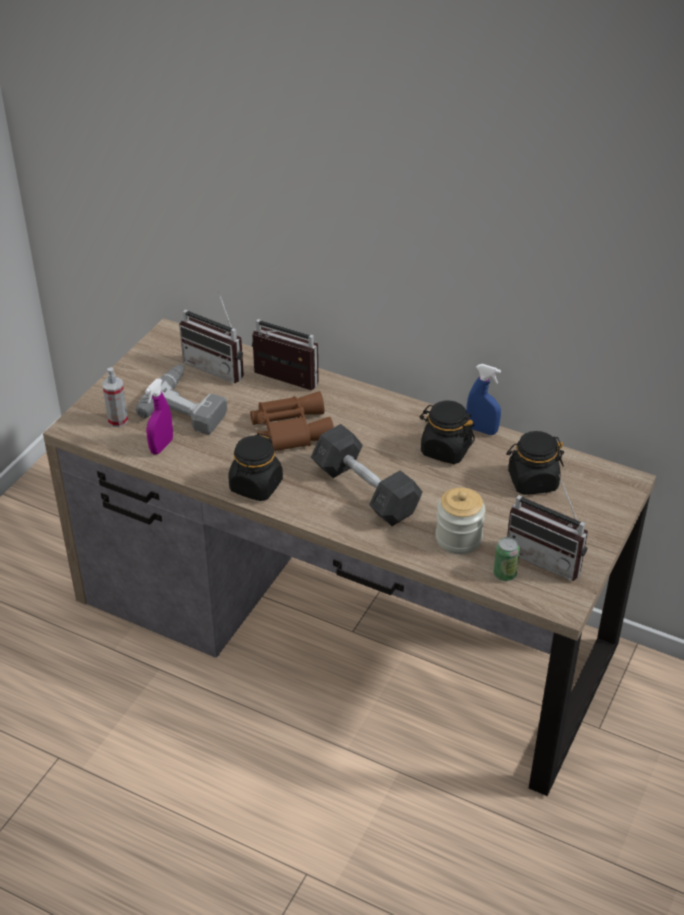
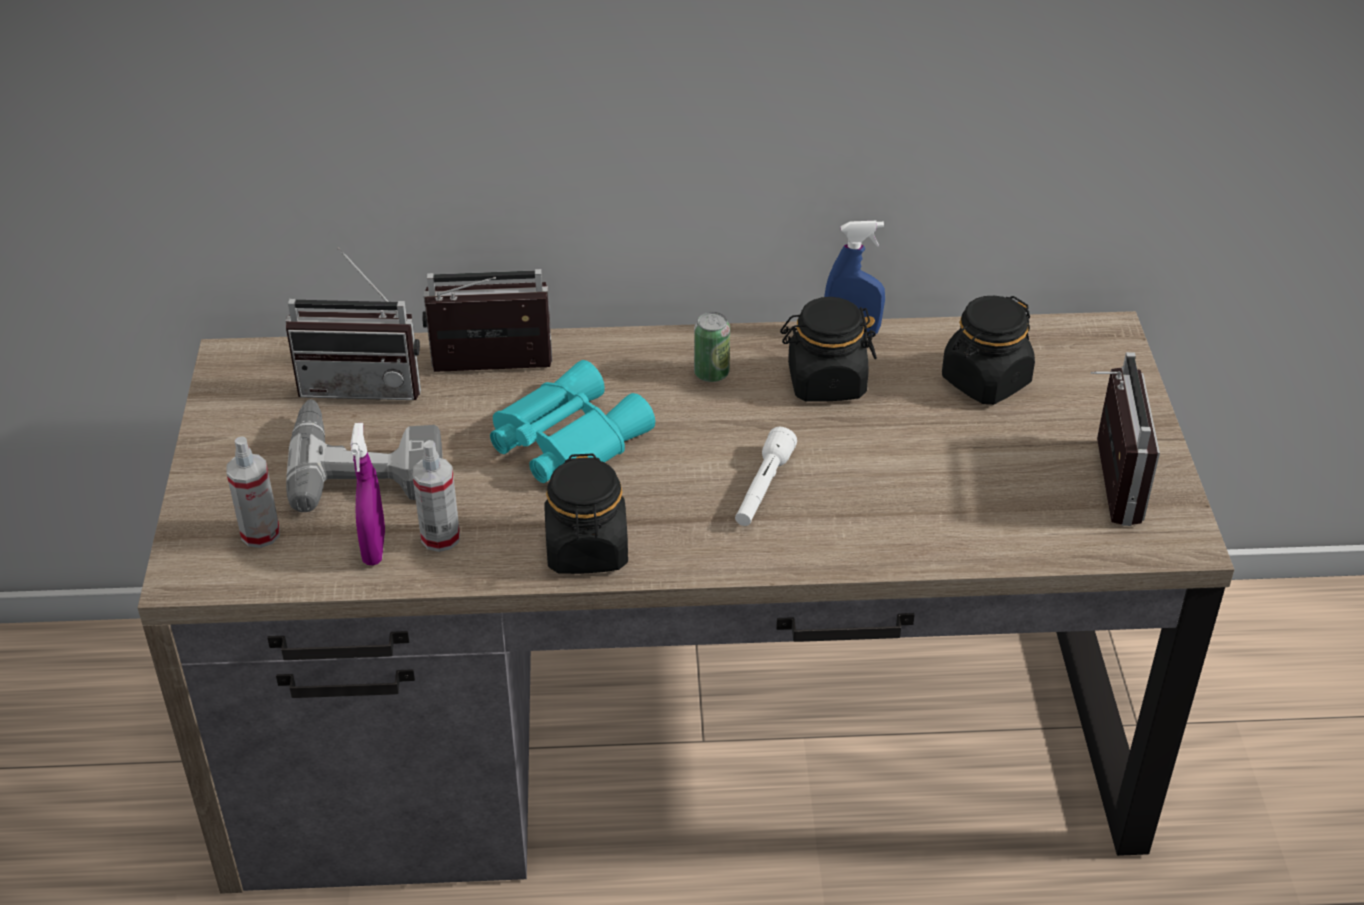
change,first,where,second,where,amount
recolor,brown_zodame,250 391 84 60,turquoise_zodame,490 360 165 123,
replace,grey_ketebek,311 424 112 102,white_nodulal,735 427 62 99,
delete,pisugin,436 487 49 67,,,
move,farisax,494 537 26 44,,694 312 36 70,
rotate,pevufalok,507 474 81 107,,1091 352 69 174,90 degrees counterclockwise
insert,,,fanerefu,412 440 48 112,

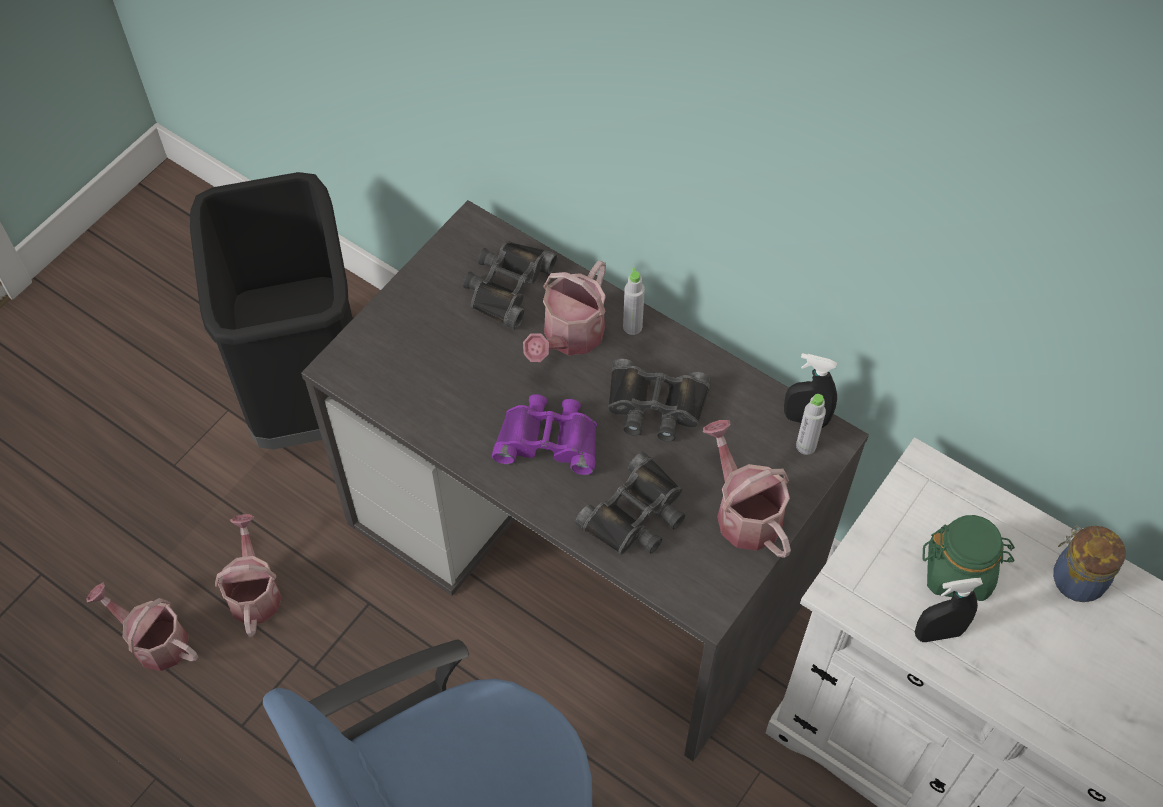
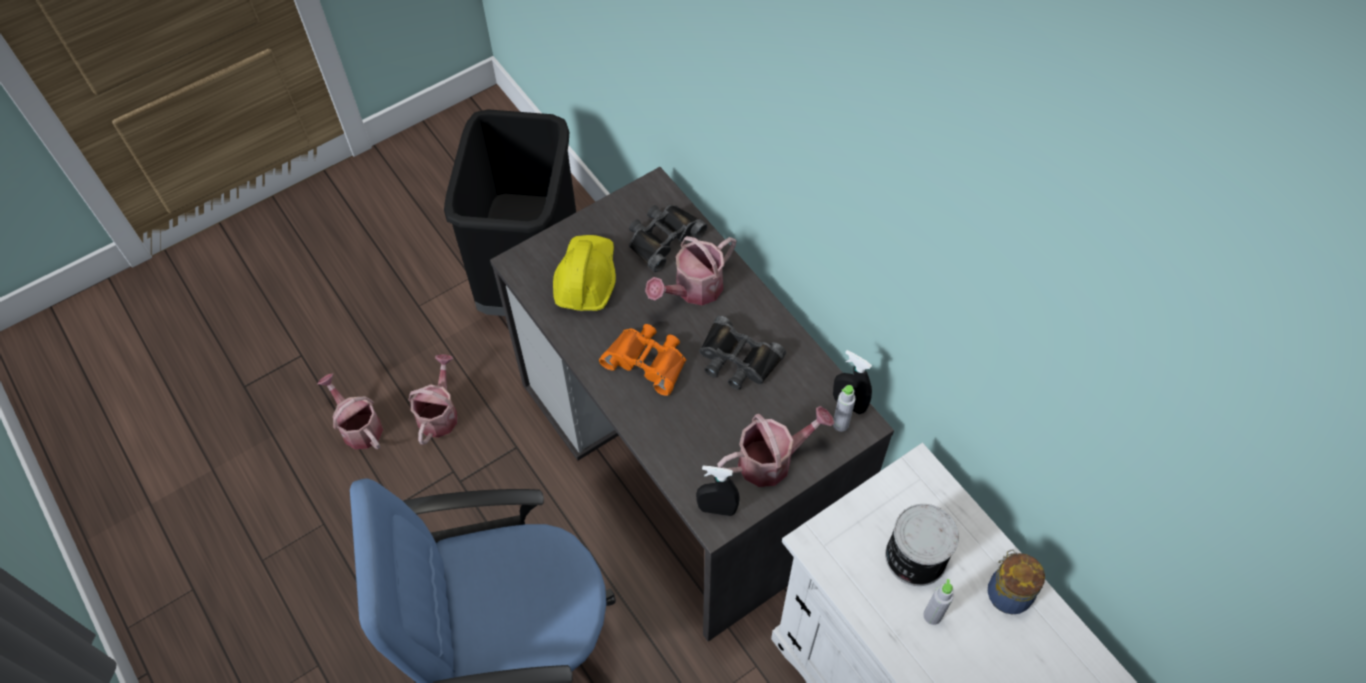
change,first,where,second,where,amount
recolor,purple_zodame,492 394 105 81,orange_zodame,599 324 87 72,
delete,black_zodame,575 452 110 103,,,
move,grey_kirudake,623 268 22 67,,923 579 31 46,
rotate,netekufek,703 420 88 138,,717 406 117 81,75 degrees clockwise
move,black_fanerefu,915 578 68 64,,696 465 43 51,
replace,green_pisugin,922 515 93 86,farisax,885 504 74 82,
insert,,,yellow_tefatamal,553 235 63 76,

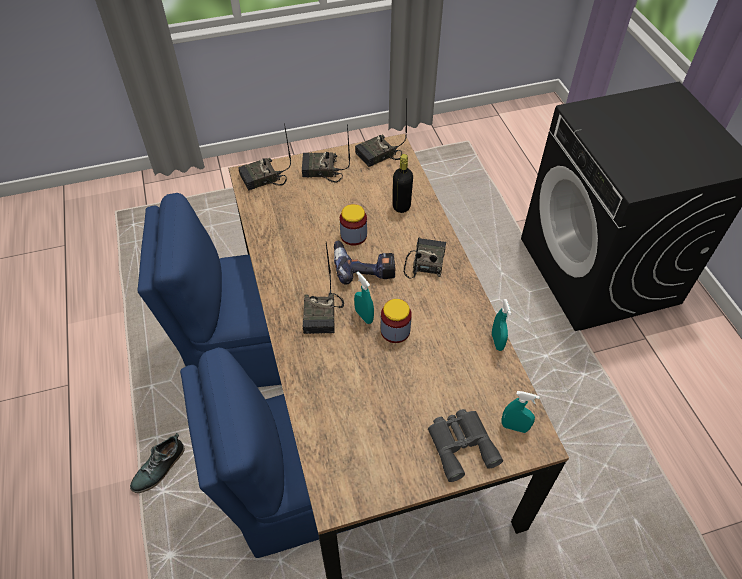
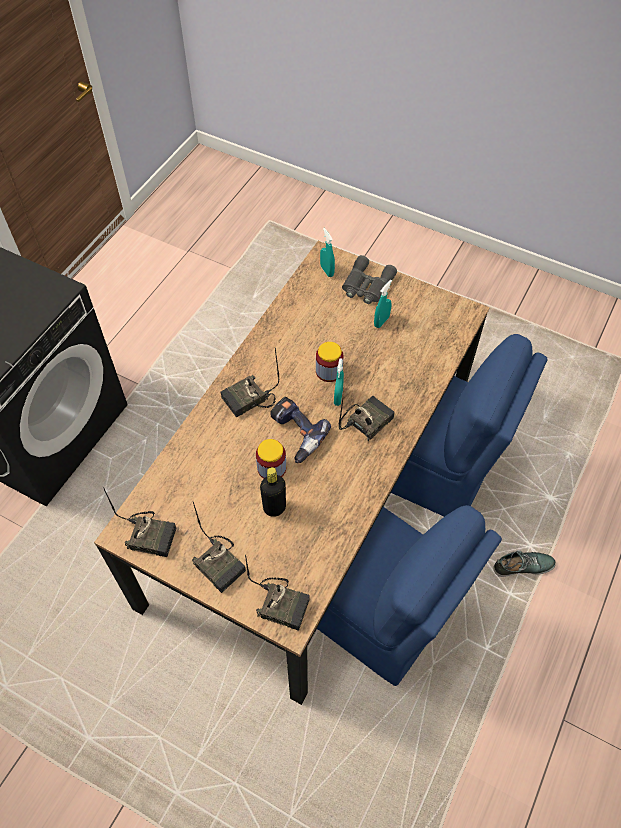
change,first,where,second,where,amount
move,black_kirudake,393 154 20 59,,260 467 26 50,
move,turquoise_fanerefu,492 299 19 52,,374 280 18 48,

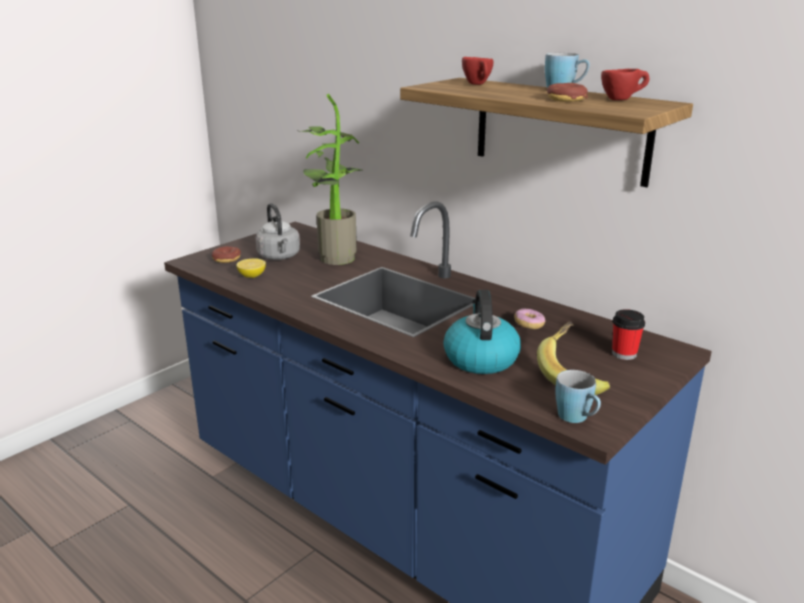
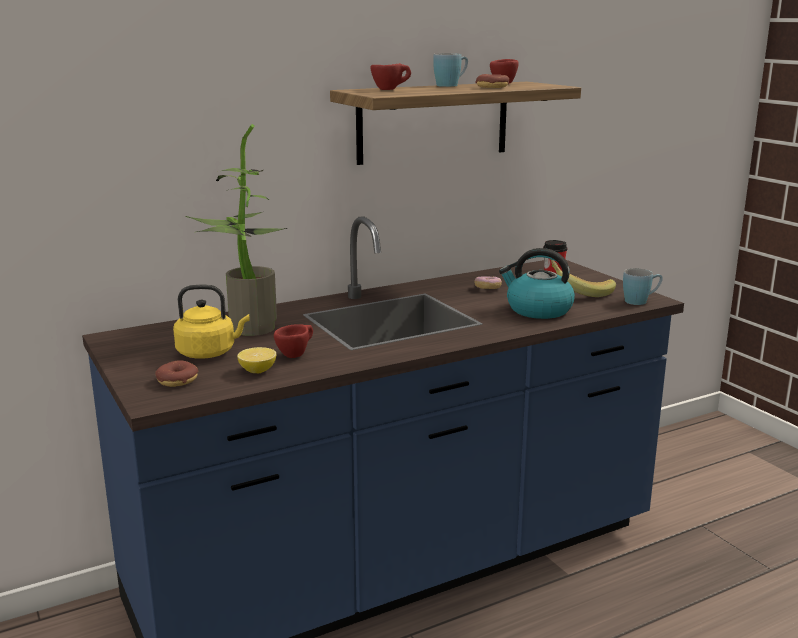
change,first,where,second,where,amount
recolor,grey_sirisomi,256 203 44 57,yellow_sirisomi,173 285 77 74,
insert,,,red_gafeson,274 324 39 34,

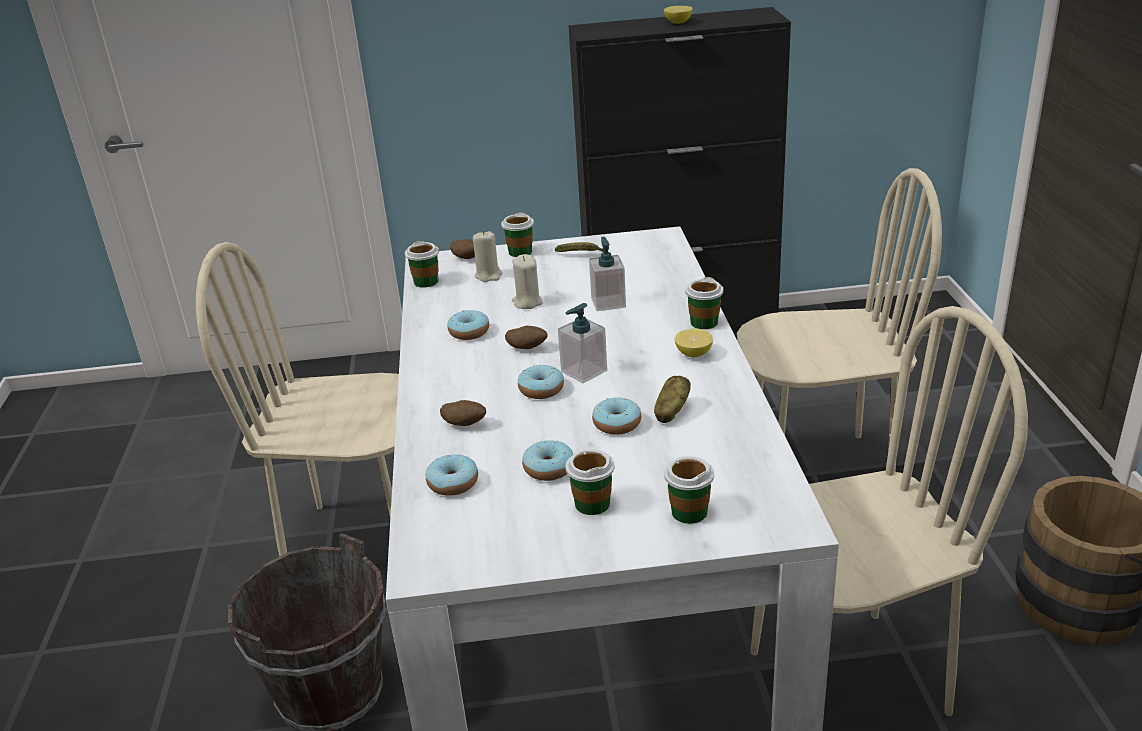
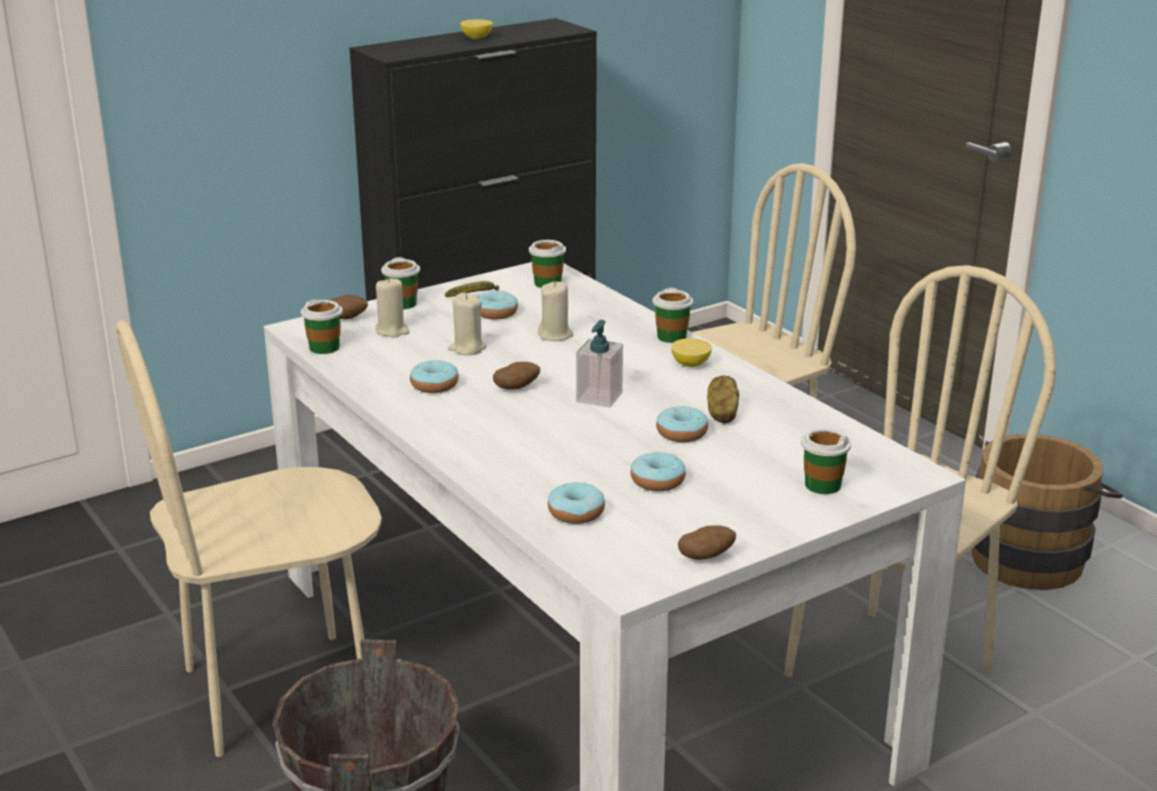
change,first,where,second,where,amount
move,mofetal,440 400 46 26,,678 526 58 34,
move,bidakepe,517 365 47 34,,477 291 41 29,
move,gafeson,565 449 50 66,,529 240 37 48,
replace,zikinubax,589 237 37 74,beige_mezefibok,538 281 35 60,

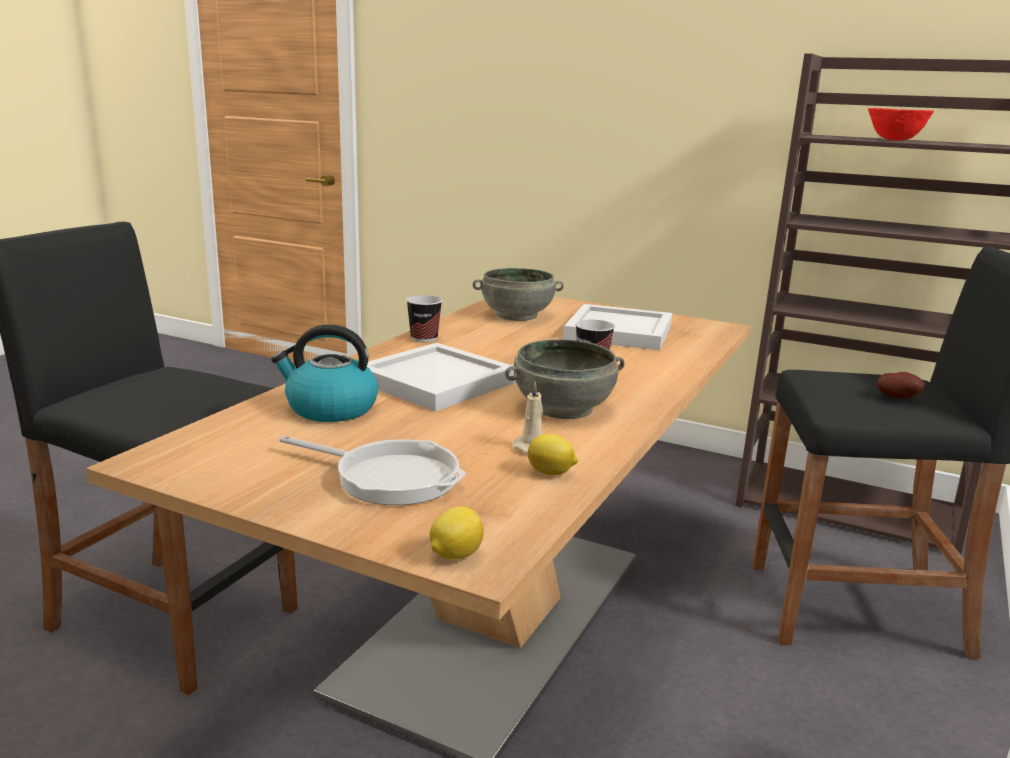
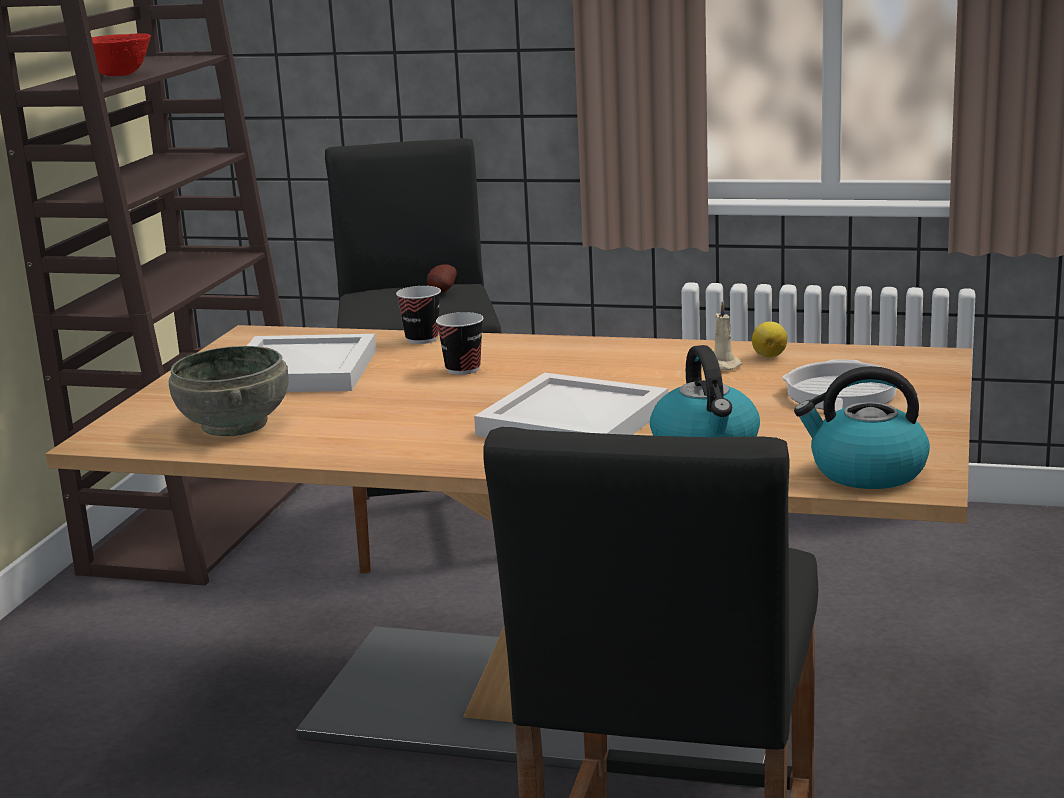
change,first,where,second,where,amount
move,gafeson,406 295 37 47,,396 286 45 58,
delete,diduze,430 507 54 53,,,
delete,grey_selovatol,505 339 119 80,,,
insert,,,sirisomi,794 366 136 123,

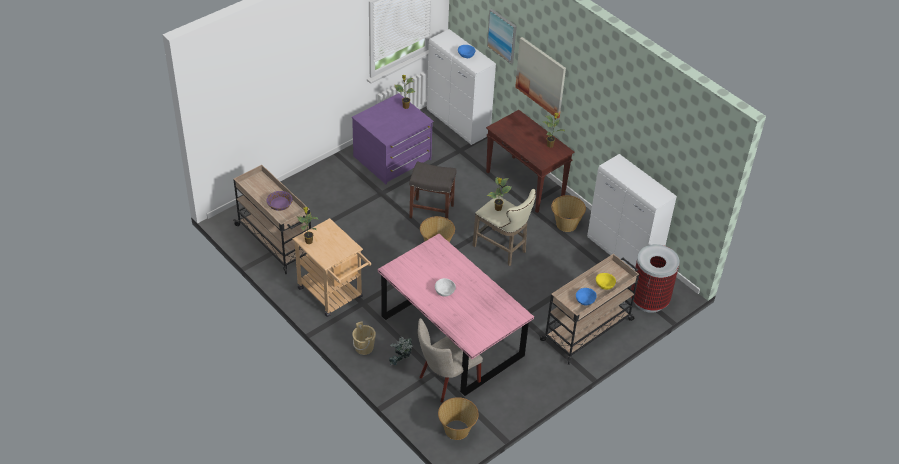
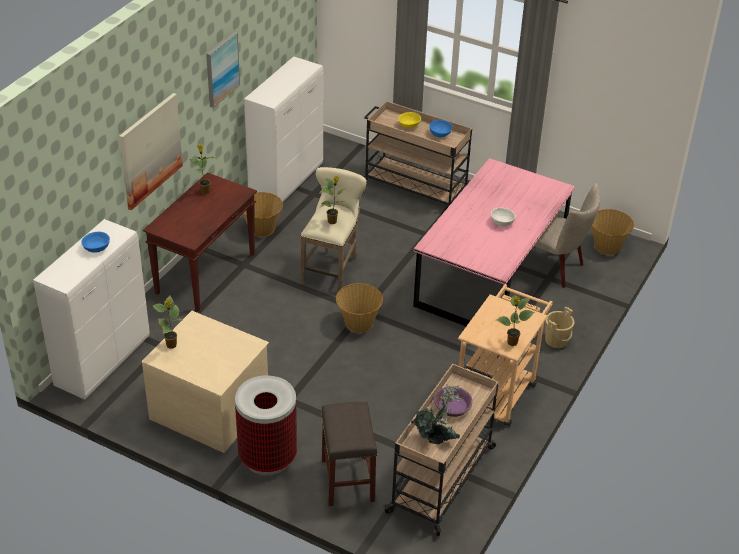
change,first,where,second,where,amount
recolor,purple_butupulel,352 93 82 91,beige_butupulel,142 311 127 142,
move,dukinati,389 337 24 28,,411 384 50 60,
move,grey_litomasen,409 161 48 58,,321 402 57 104,
move,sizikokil,487 9 29 55,,206 32 34 76,
move,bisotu,631 244 49 69,,235 375 62 100,

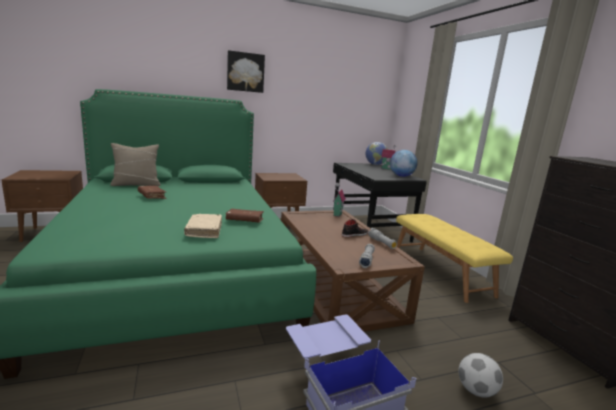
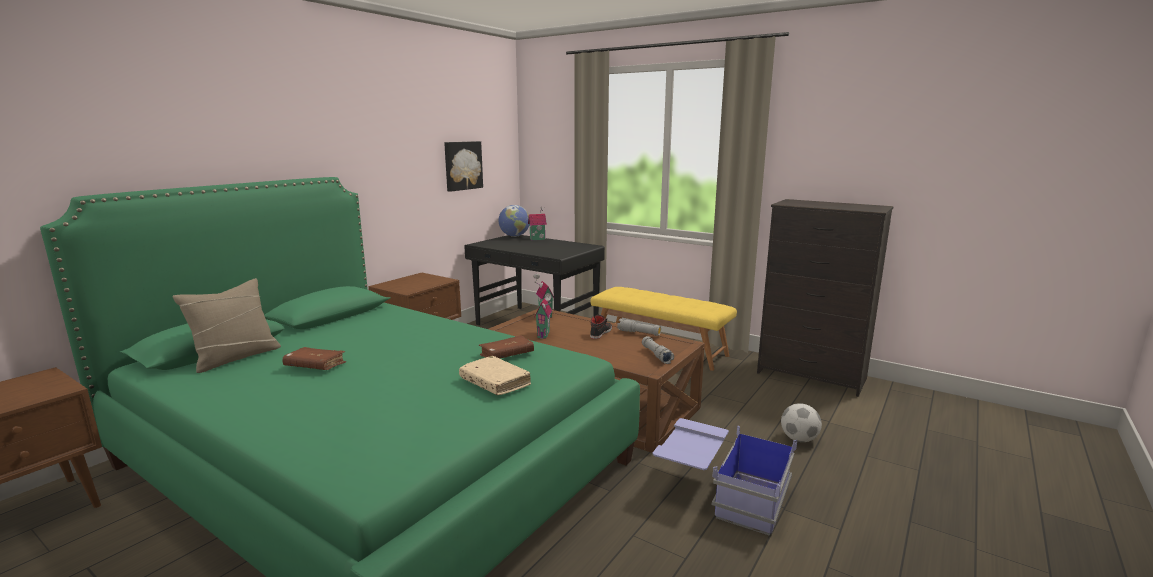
change,first,where,second,where,amount
move,sizikokil,227 50 38 43,,444 141 39 51,
delete,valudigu,390 150 28 27,,,
insert,,,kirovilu,534 293 18 46,

